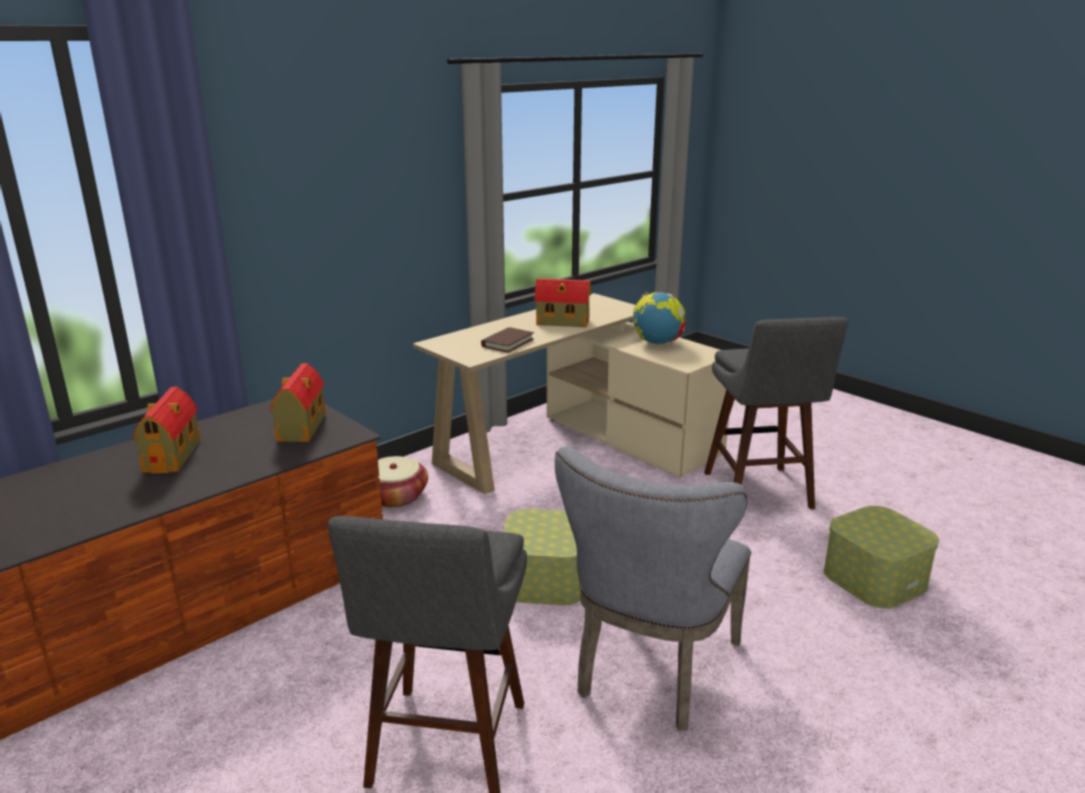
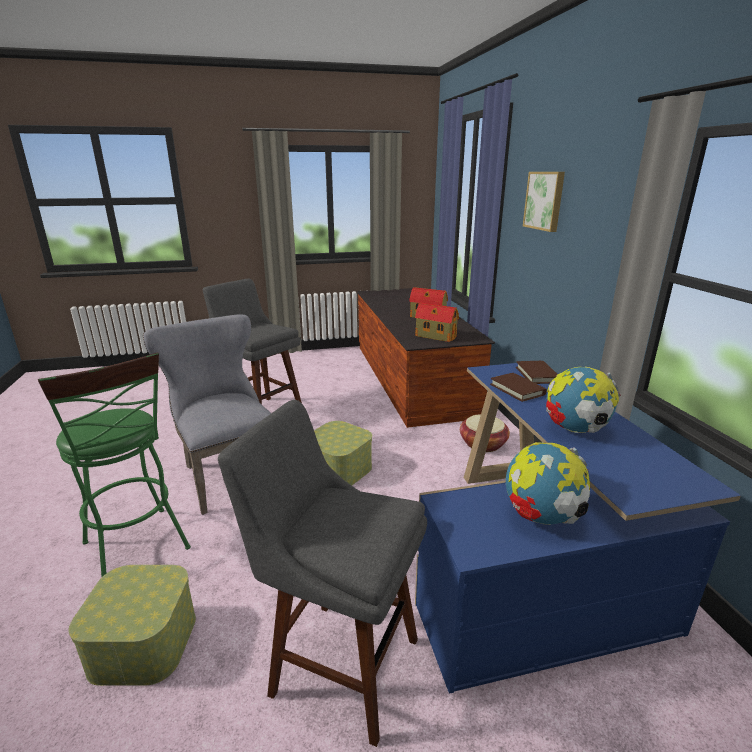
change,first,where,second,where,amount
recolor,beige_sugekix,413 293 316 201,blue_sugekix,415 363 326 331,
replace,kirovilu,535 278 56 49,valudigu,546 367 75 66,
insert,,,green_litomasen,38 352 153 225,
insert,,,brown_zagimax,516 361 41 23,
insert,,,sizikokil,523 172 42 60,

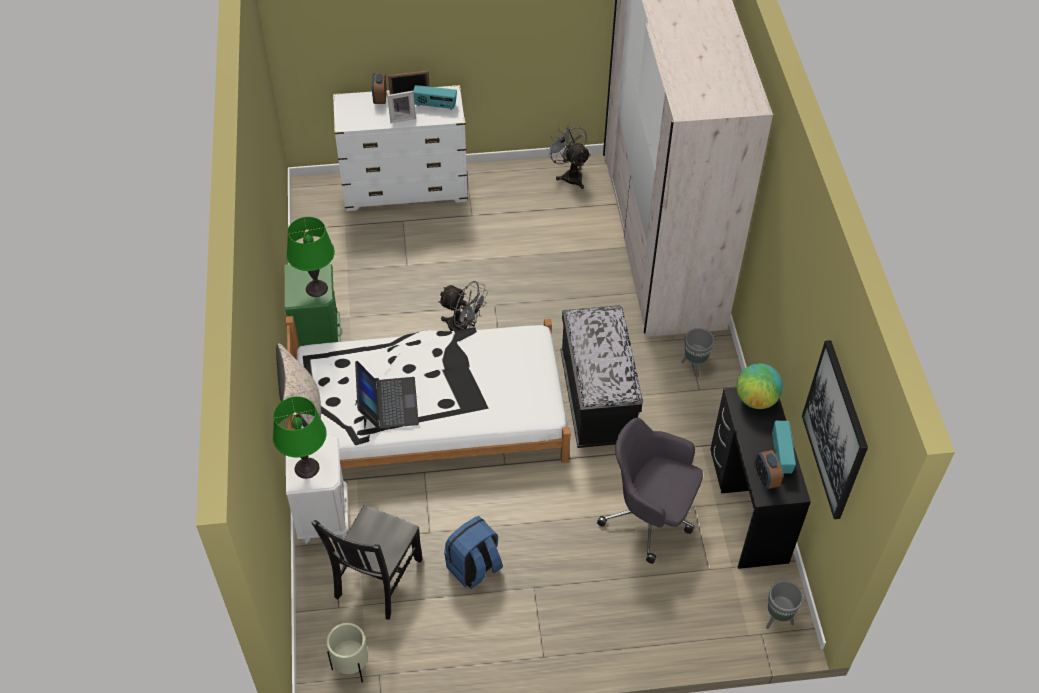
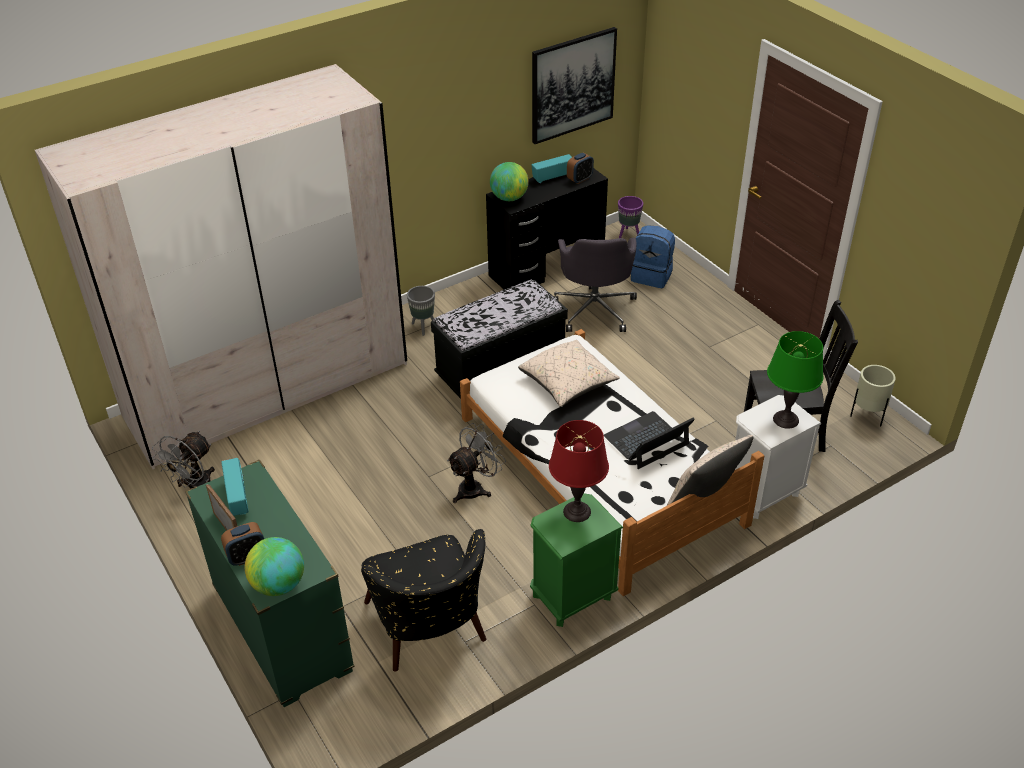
change,first,where,second,where,amount
recolor,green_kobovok,286 217 49 80,red_kobovok,549 420 60 102,
recolor,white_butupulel,333 85 135 126,green_butupulel,185 459 170 248,
delete,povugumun,387 91 29 32,,,
rotate,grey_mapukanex,438 281 50 50,,447 423 59 80,45 degrees clockwise
move,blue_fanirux,444 516 59 73,,631 225 44 63,
recolor,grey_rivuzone,766 581 37 48,purple_rivuzone,618 196 25 42,
insert,,,valudigu,245 537 59 59,
insert,,,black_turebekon,361 529 125 143,
insert,,,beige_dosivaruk,518 340 102 67,

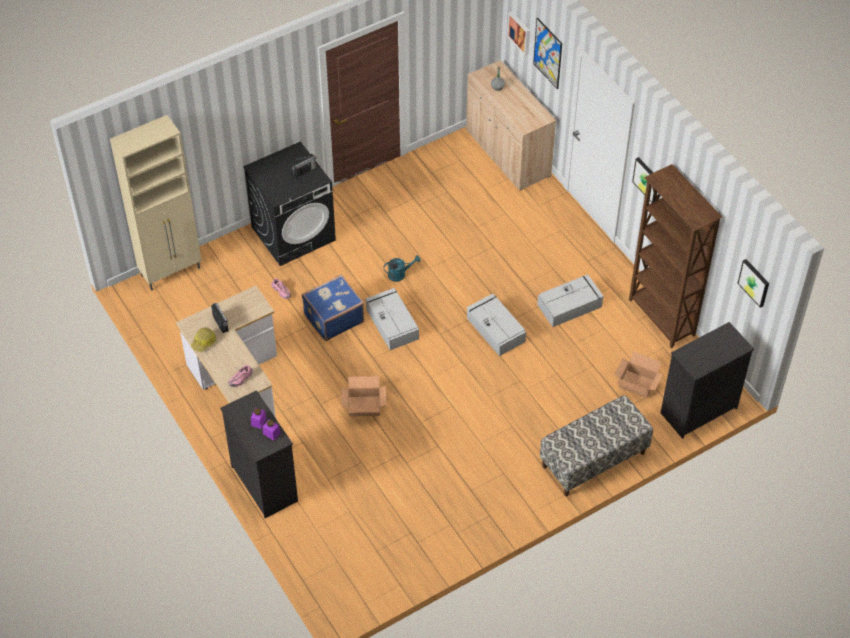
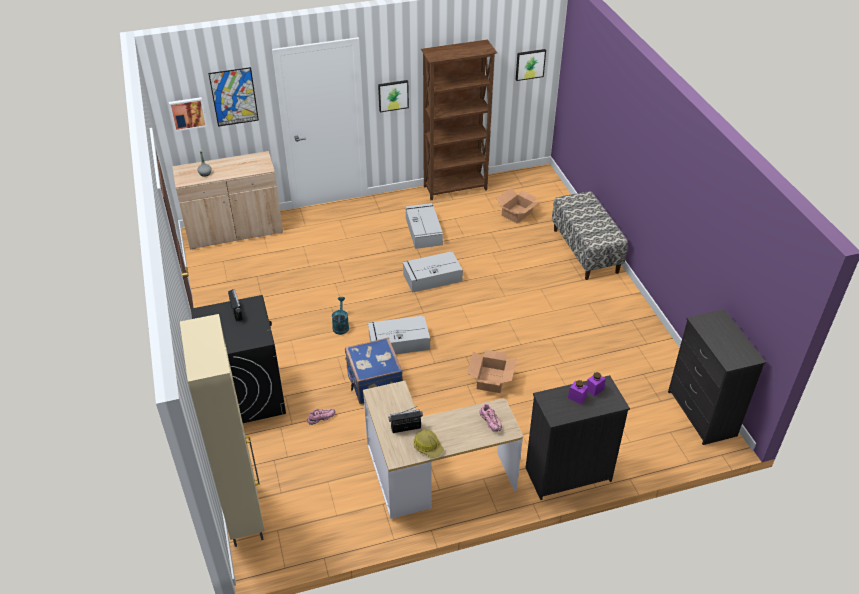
change,first,where,second,where,amount
move,black_butupulel,661 322 93 117,,668 309 98 136,

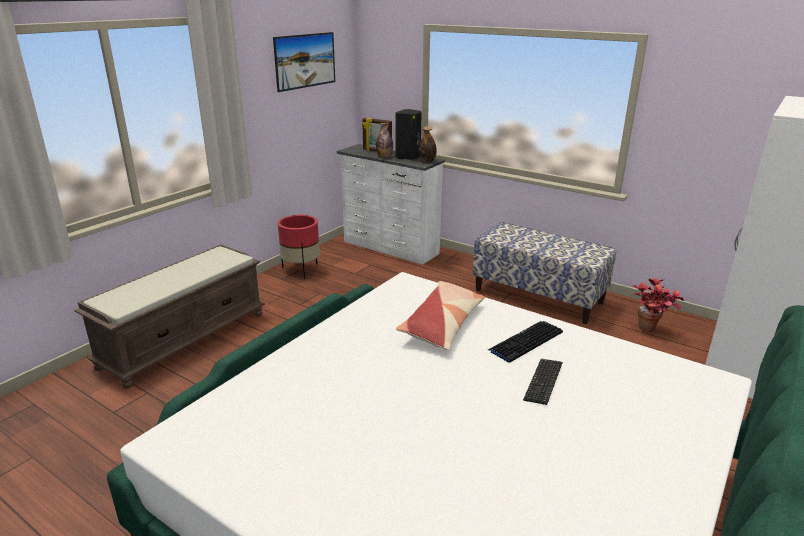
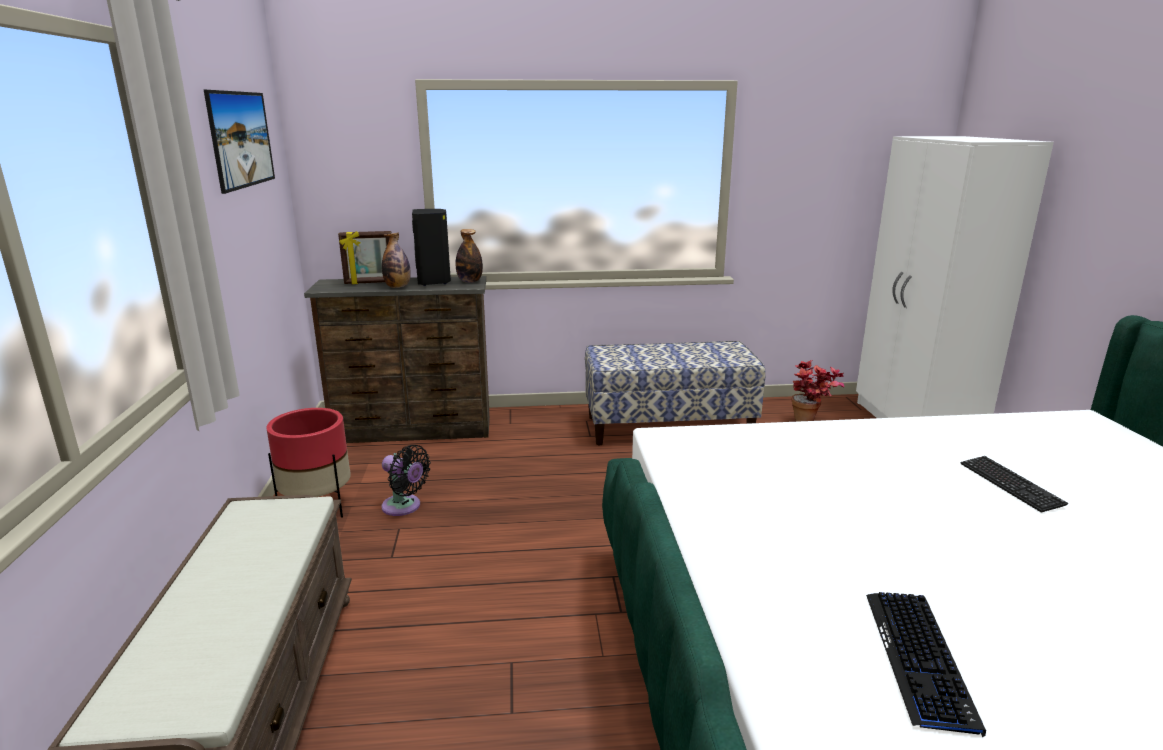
change,first,where,second,where,amount
recolor,white_butupulel,337 144 108 121,brown_butupulel,304 276 186 167,
delete,dosivaruk,396 281 89 69,,,
move,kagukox,488 321 75 42,,866 592 120 145,
insert,,,black_mapukanex,381 445 50 71,

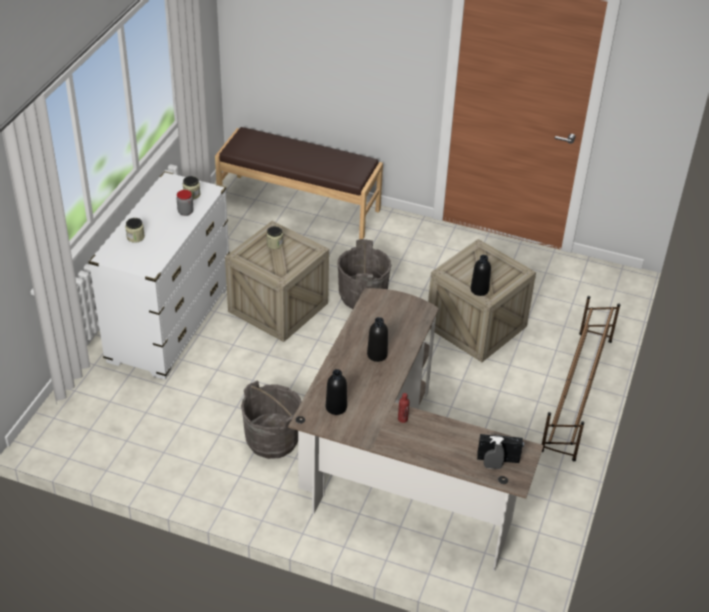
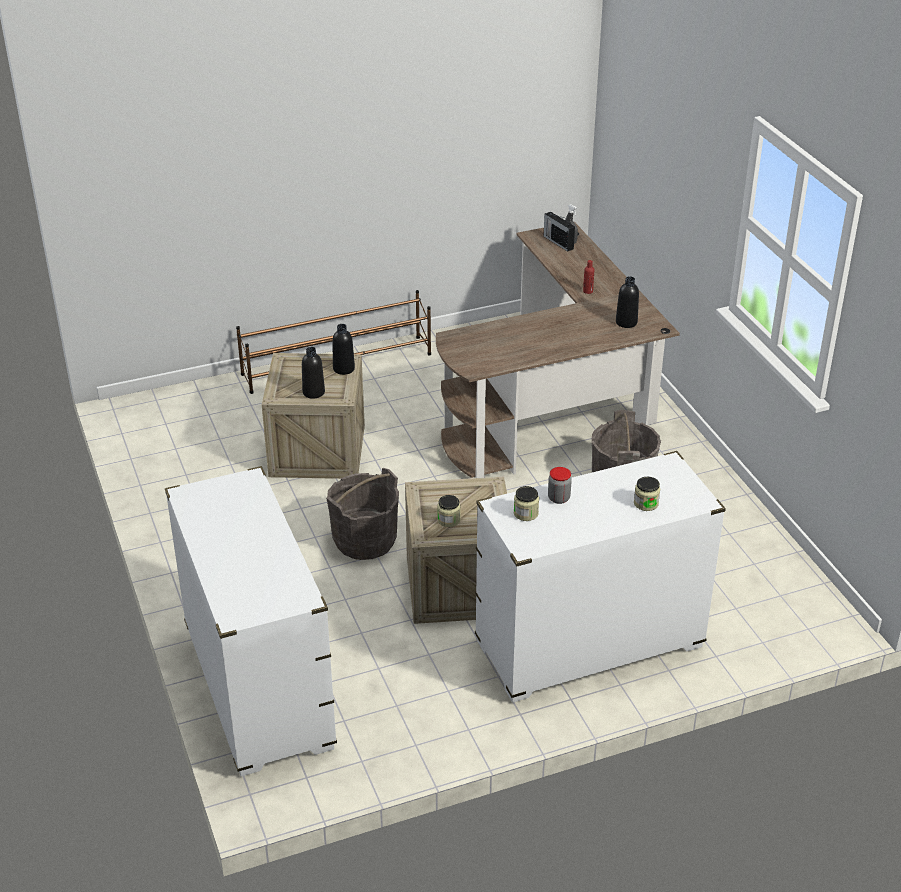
change,first,where,second,where,amount
replace,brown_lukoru,215 127 168 112,white_butupulel,165 466 172 310,
move,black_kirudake,367 317 21 45,,302 347 23 52,

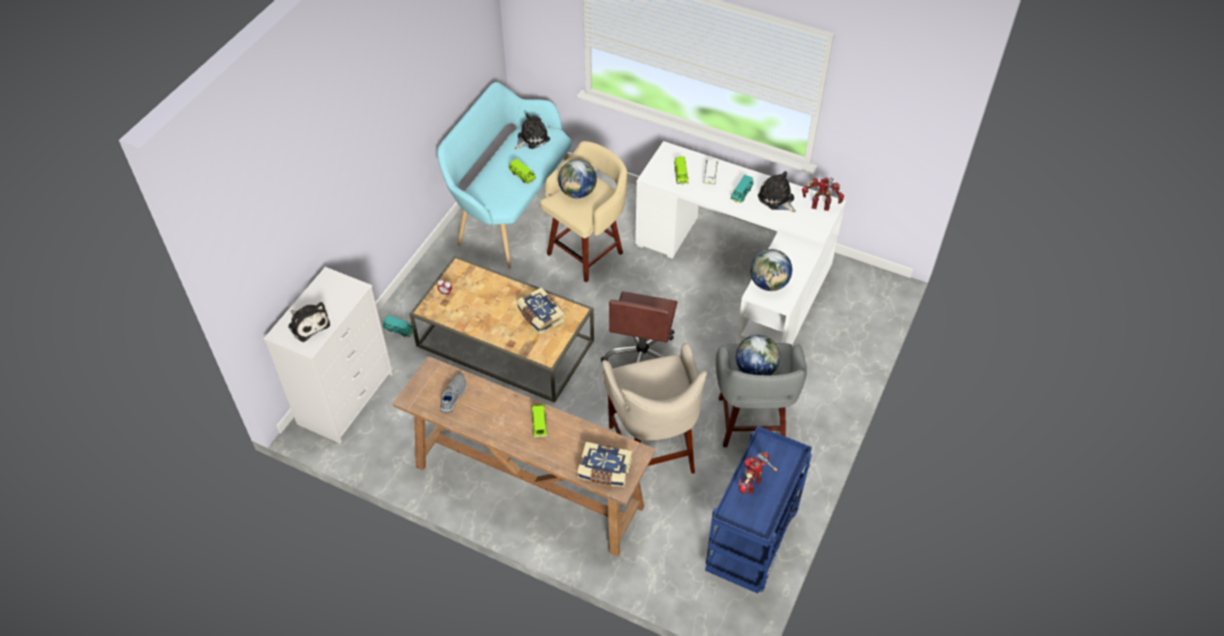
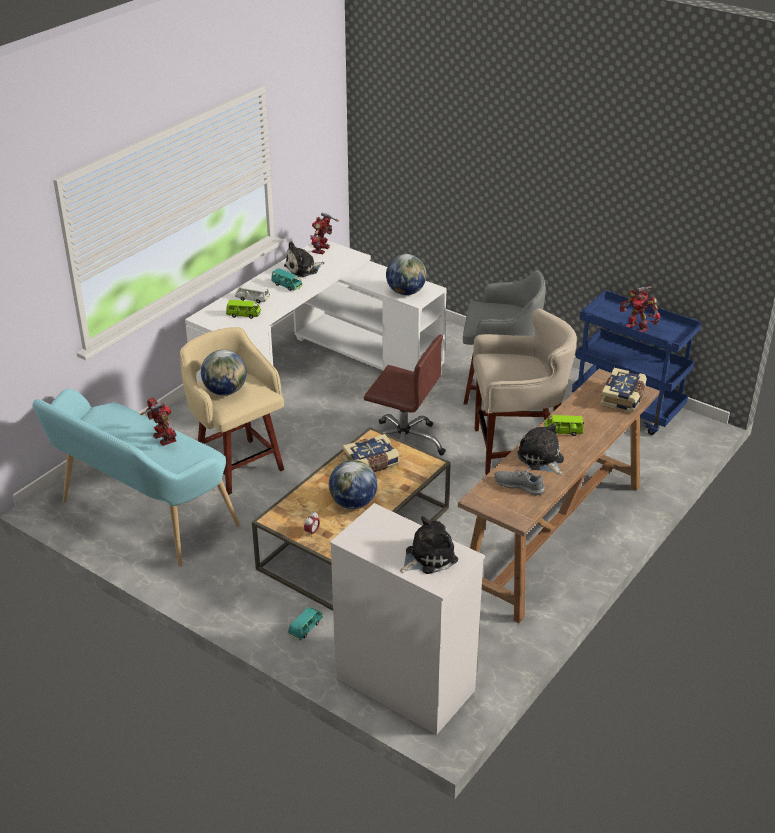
change,first,where,second,where,amount
replace,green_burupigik,509 158 27 26,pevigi,140 397 37 49,
move,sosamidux,515 113 35 37,,518 423 46 52,
move,valudigu,736 335 44 40,,329 460 48 49,

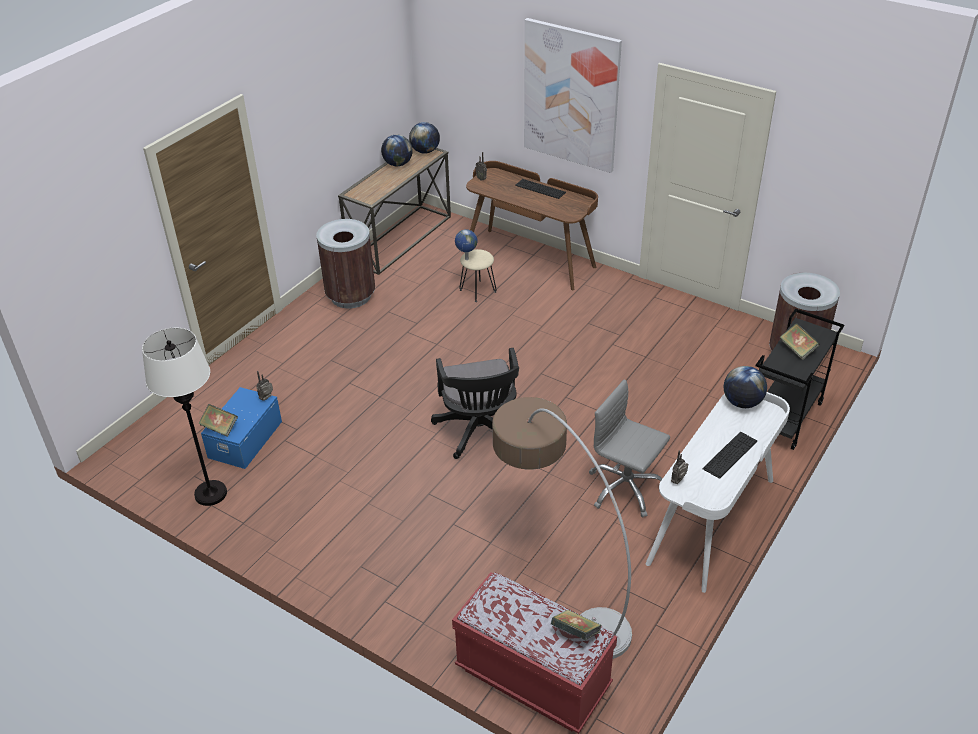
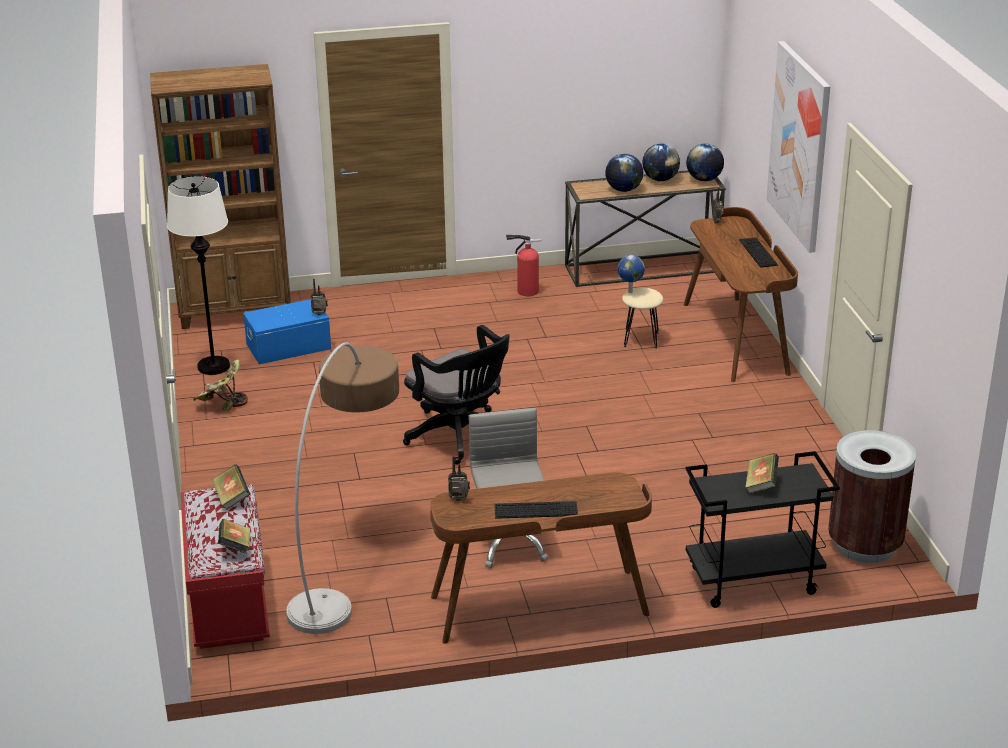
change,first,where,second,where,amount
move,zagimax,198 404 40 33,,212 464 38 46,
replace,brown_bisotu,316 219 59 89,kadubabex,506 235 35 61,
rotate,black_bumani,431 348 88 111,,403 325 107 140,75 degrees counterclockwise
recolor,white_sugekix,646 392 144 201,brown_sugekix,430 472 222 172,
move,valudigu,724 366 43 42,,605 154 38 38,
insert,,,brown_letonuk,150 64 141 265,
insert,,,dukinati,194 360 54 51,

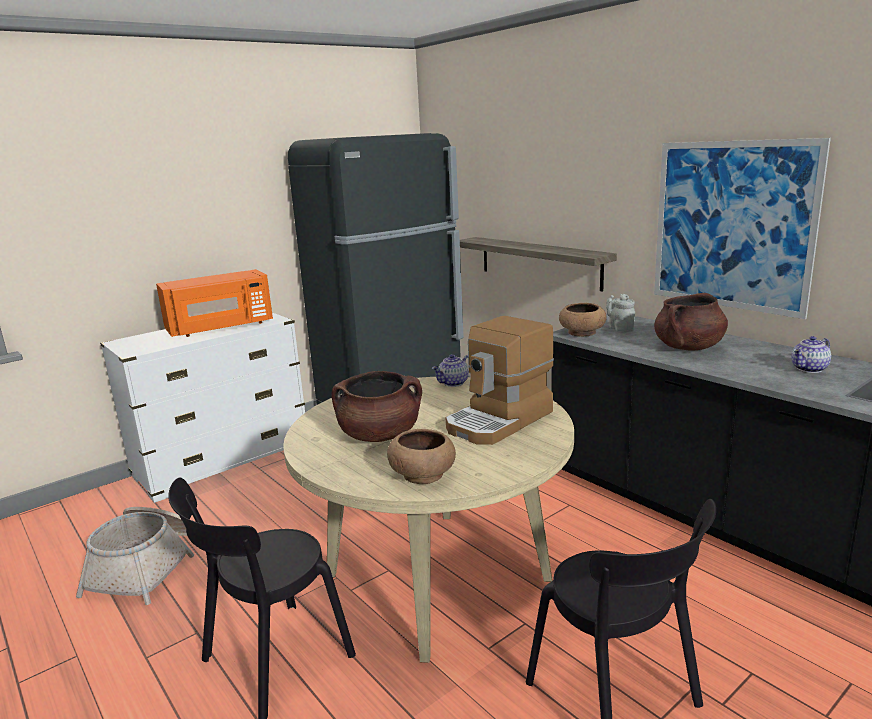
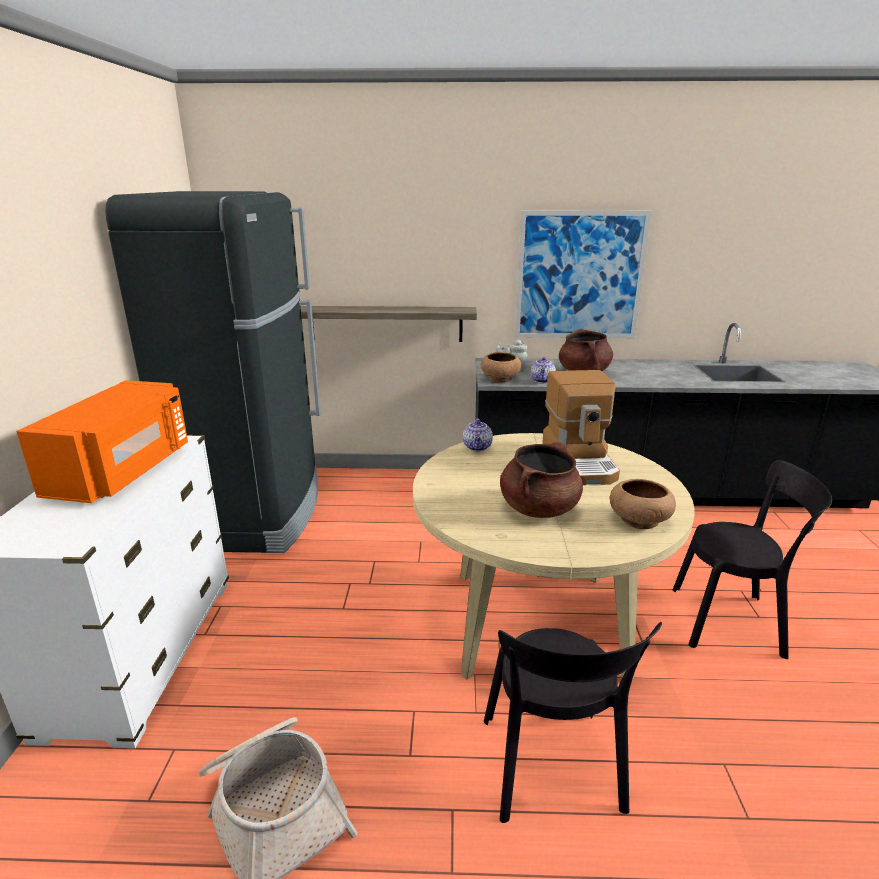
change,first,where,second,where,amount
move,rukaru,791 336 40 37,,531 357 25 26,

